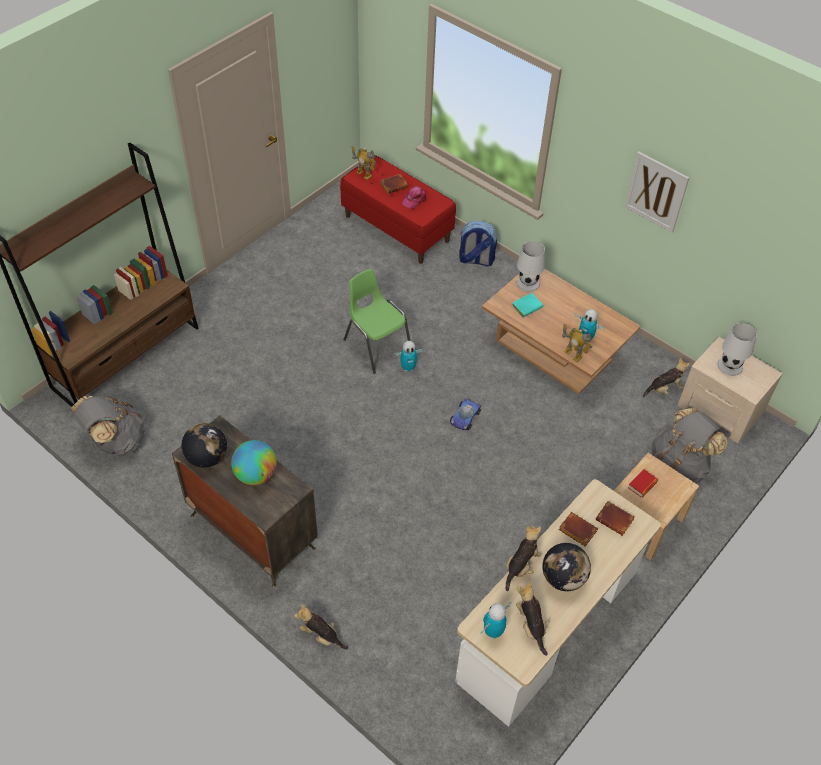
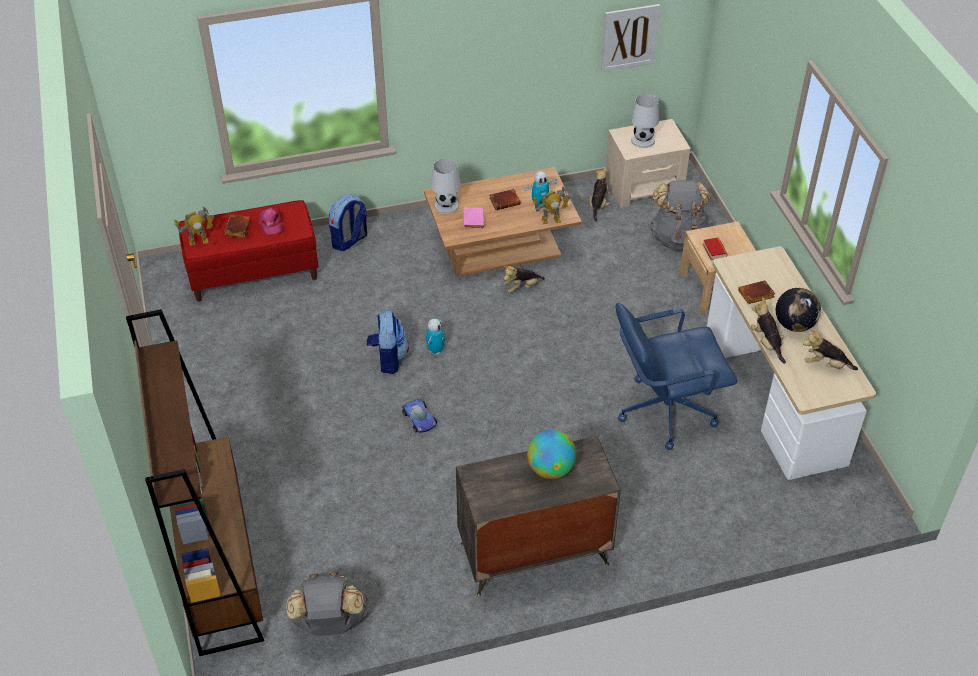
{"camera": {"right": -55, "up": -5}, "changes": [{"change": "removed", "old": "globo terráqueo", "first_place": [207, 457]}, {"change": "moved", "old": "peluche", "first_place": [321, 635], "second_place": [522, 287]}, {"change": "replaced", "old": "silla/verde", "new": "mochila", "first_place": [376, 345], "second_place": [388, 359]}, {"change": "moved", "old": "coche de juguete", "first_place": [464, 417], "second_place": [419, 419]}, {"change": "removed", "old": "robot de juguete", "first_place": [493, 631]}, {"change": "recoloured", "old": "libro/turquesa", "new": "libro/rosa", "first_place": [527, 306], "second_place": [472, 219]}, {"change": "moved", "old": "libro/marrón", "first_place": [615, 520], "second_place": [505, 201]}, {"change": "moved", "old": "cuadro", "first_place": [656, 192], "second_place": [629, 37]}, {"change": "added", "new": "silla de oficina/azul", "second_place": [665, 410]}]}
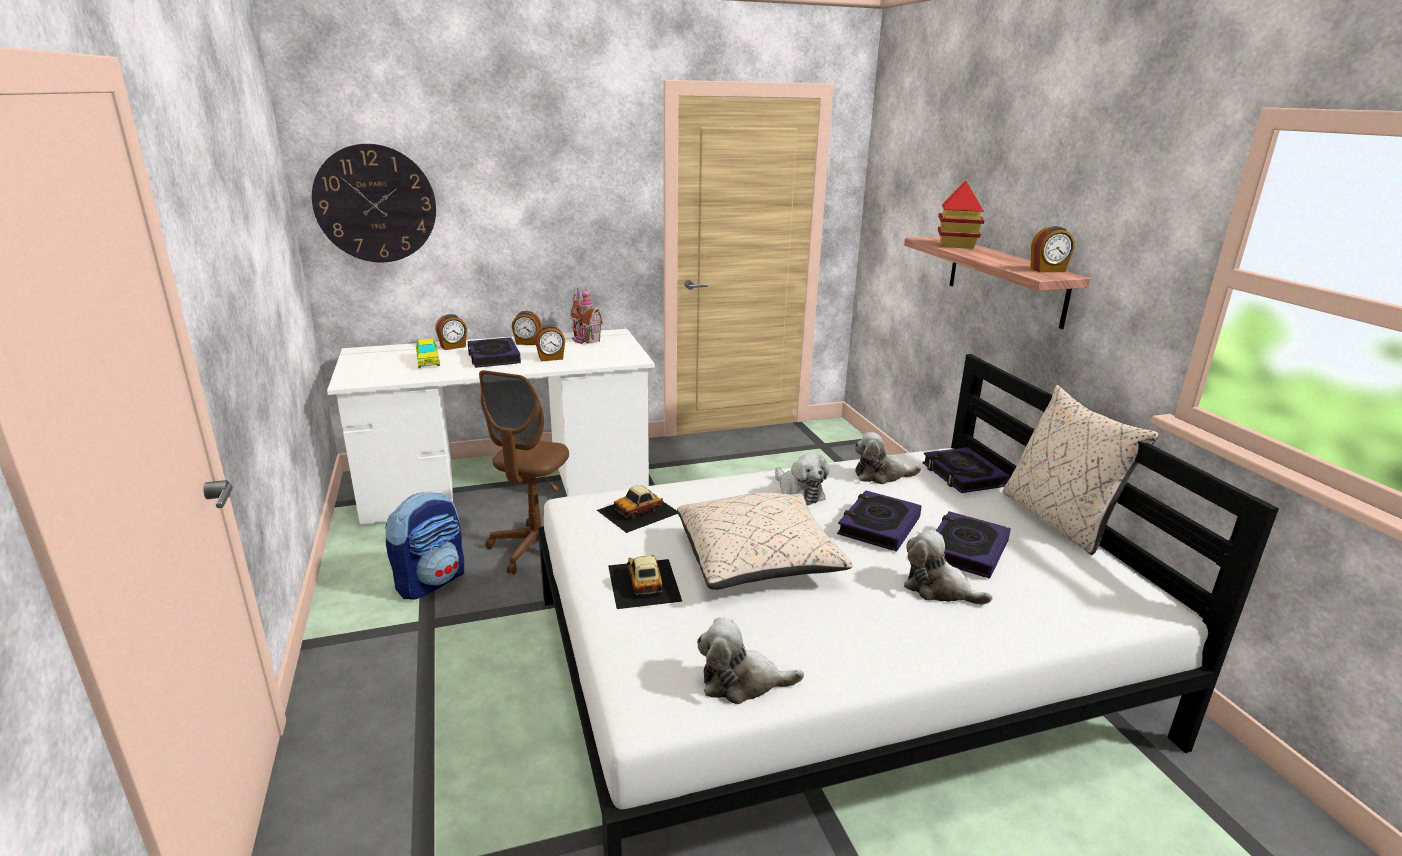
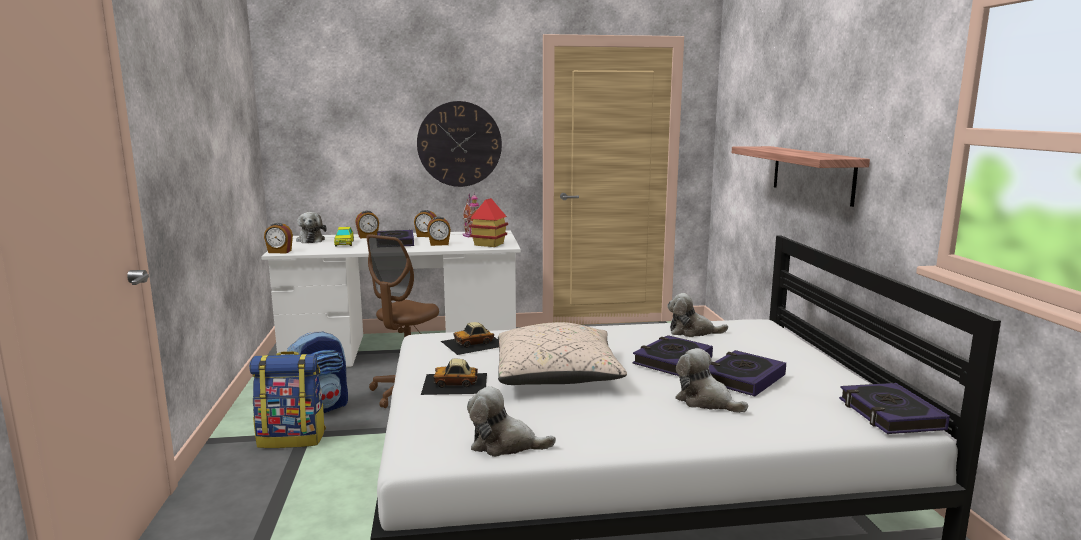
{"camera": {"right": 10, "up": -10}, "changes": [{"change": "moved", "old": "reloj de pared", "first_place": [375, 204], "second_place": [459, 144]}, {"change": "turned", "old": "coche de juguete", "first_place": [643, 583], "second_place": [455, 383], "degrees": -90}, {"change": "moved", "old": "peluche", "first_place": [799, 492], "second_place": [310, 240]}, {"change": "moved", "old": "libro", "first_place": [963, 475], "second_place": [890, 414]}, {"change": "moved", "old": "casita", "first_place": [956, 245], "second_place": [489, 244]}, {"change": "removed", "old": "cojín/beis", "first_place": [1058, 520]}, {"change": "moved", "old": "despertador", "first_place": [1048, 270], "second_place": [279, 252]}, {"change": "added", "new": "mochila", "second_place": [292, 438]}]}
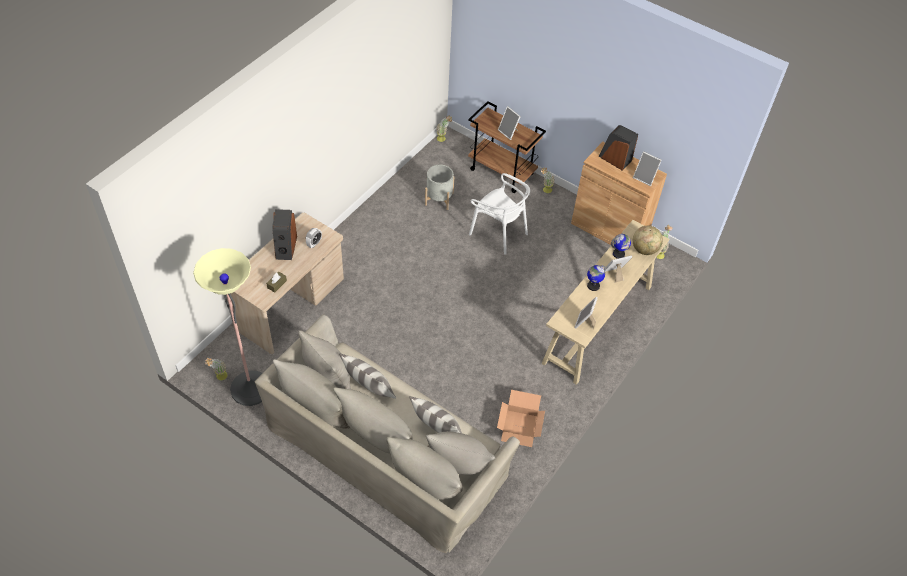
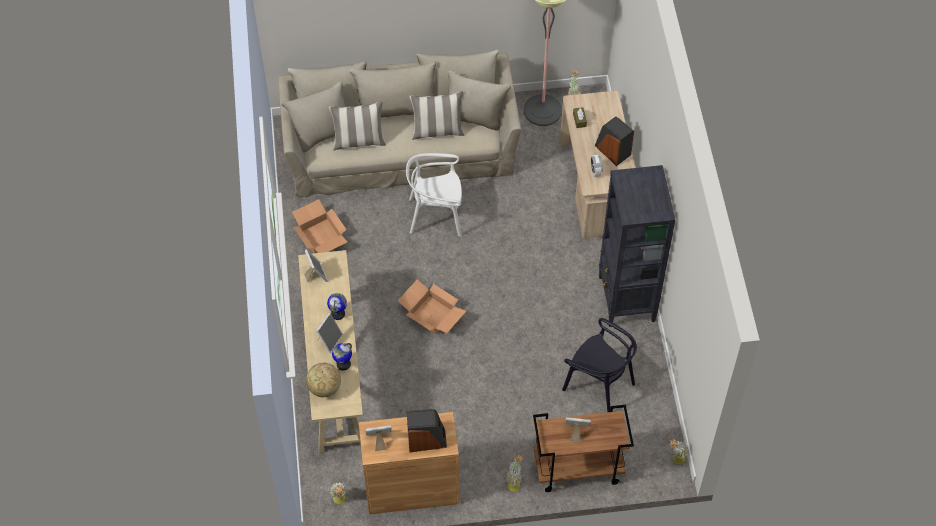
{"camera": {"right": 140, "up": 5}, "changes": [{"change": "replaced", "old": "maceta/gris", "new": "silla/negro", "first_place": [439, 199], "second_place": [599, 384]}, {"change": "moved", "old": "silla/blanco", "first_place": [498, 232], "second_place": [436, 215]}, {"change": "added", "new": "caja de cartón", "second_place": [431, 315]}, {"change": "added", "new": "estantería/negro", "second_place": [626, 300]}]}
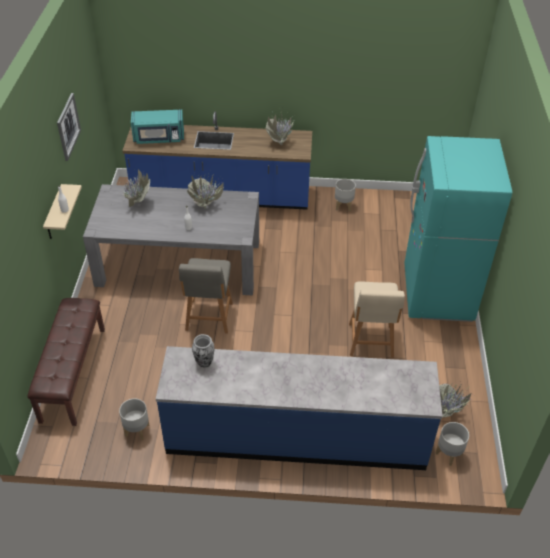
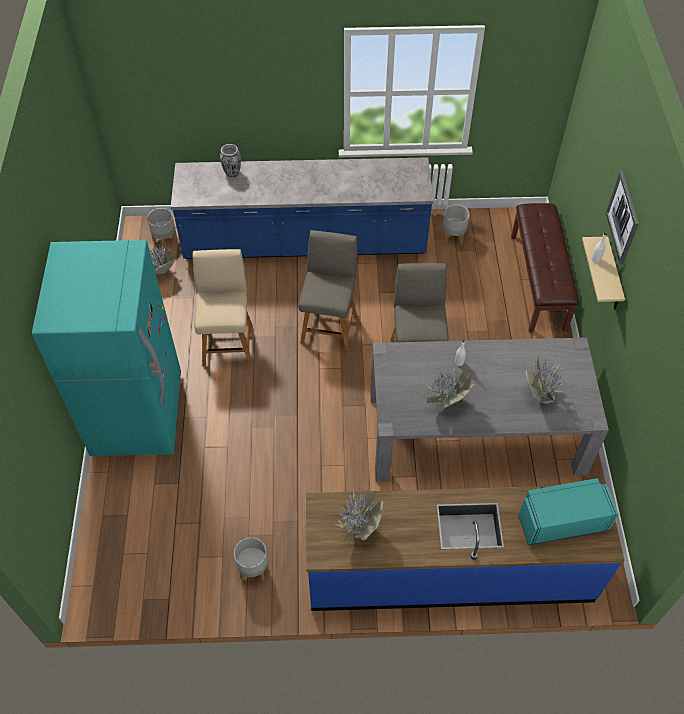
{"camera": {"right": 175, "up": 10}, "changes": [{"change": "moved", "old": "cuadro", "first_place": [68, 126], "second_place": [623, 217]}, {"change": "moved", "old": "florero", "first_place": [204, 363], "second_place": [232, 173]}, {"change": "added", "new": "silla/gris", "second_place": [329, 326]}]}
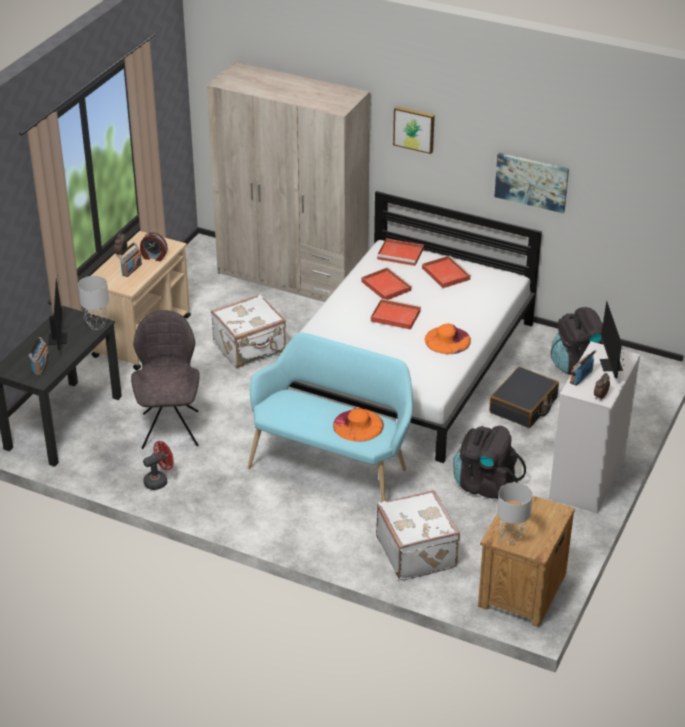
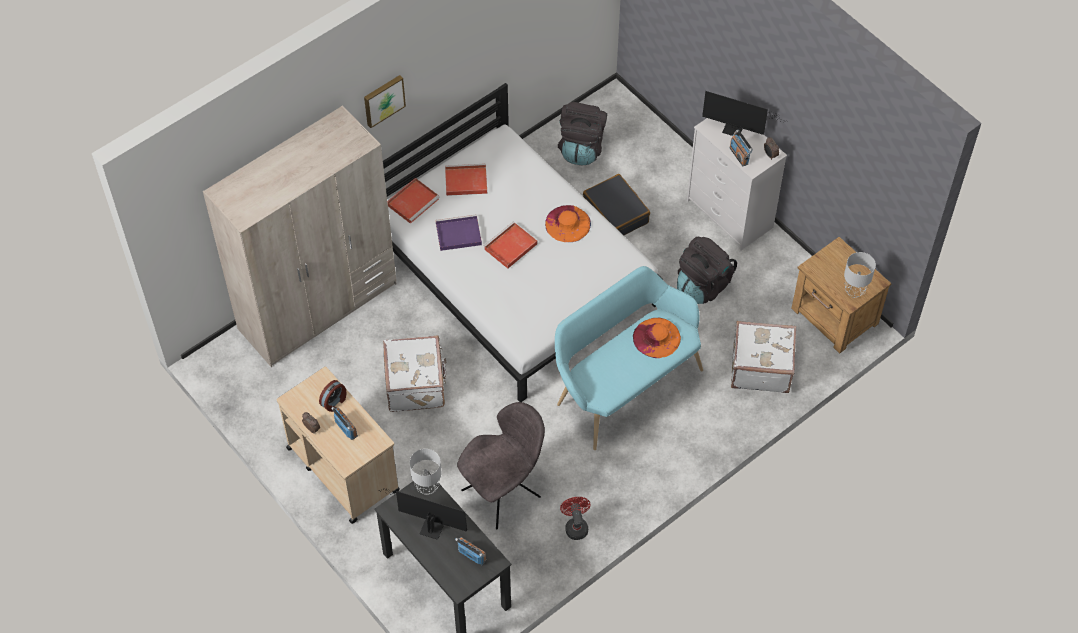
{"camera": {"right": -65, "up": 20}, "changes": [{"change": "turned", "old": "silla/gris", "first_place": [170, 428], "second_place": [503, 492], "degrees": 120}, {"change": "recoloured", "old": "bandeja/rojo", "new": "bandeja/morado", "first_place": [385, 285], "second_place": [457, 234]}, {"change": "removed", "old": "cuadro", "first_place": [531, 182]}]}
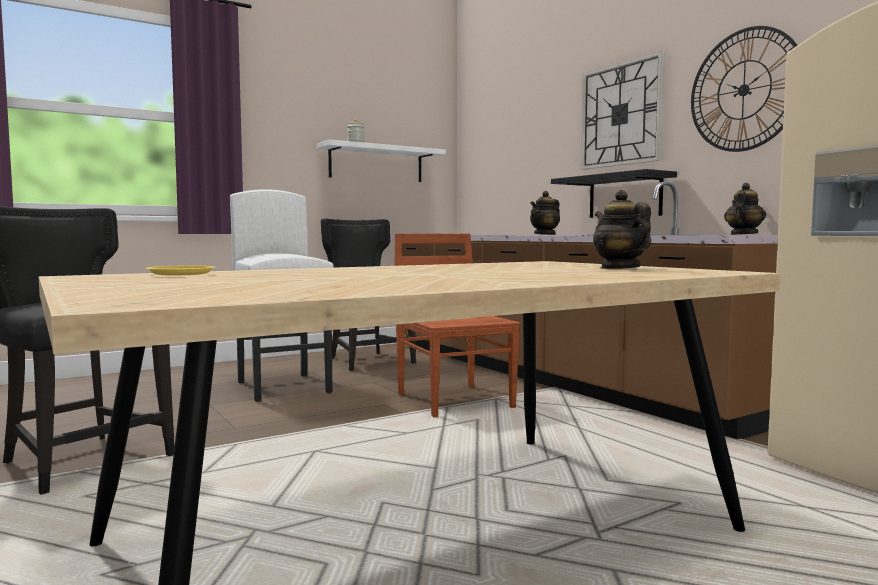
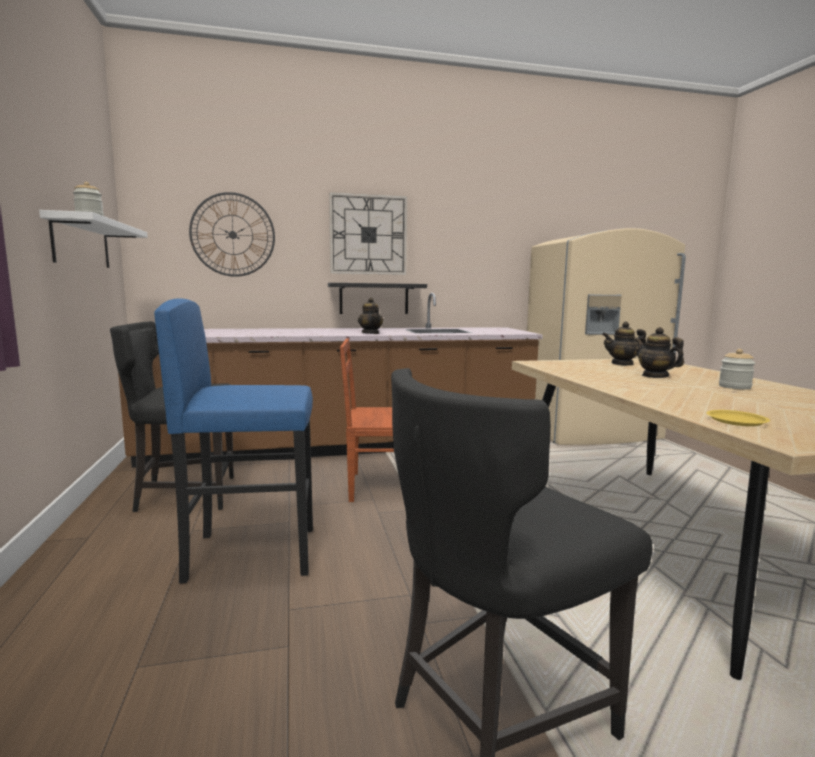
{"camera": {"right": -70, "up": 5}, "changes": [{"change": "recoloured", "old": "taburete/blanco", "new": "taburete/azul", "first_place": [284, 387], "second_place": [252, 553]}, {"change": "moved", "old": "reloj de pared", "first_place": [744, 90], "second_place": [232, 235]}, {"change": "moved", "old": "tetera", "first_place": [743, 234], "second_place": [655, 376]}, {"change": "added", "new": "tarro", "second_place": [734, 387]}]}
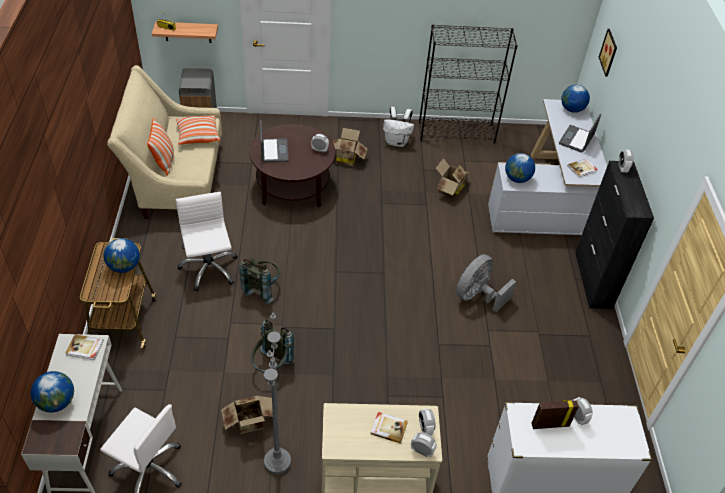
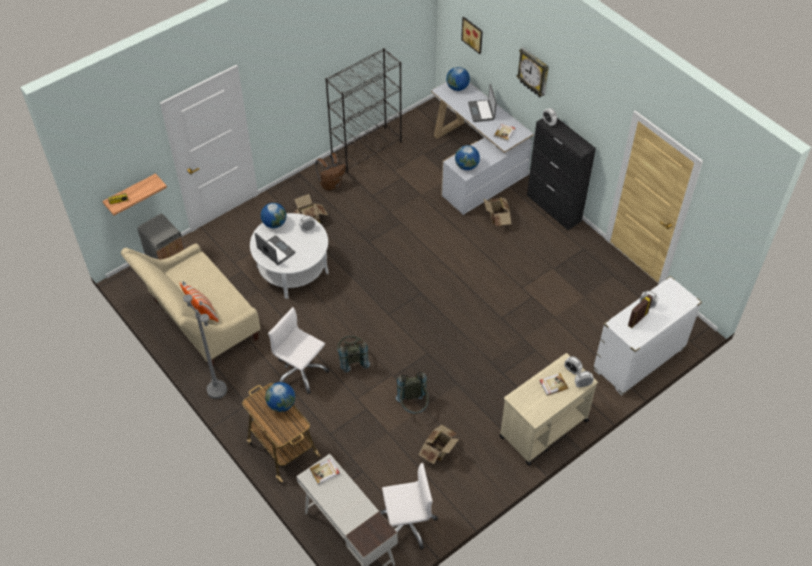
{"camera": {"right": -35, "up": 5}, "changes": [{"change": "moved", "old": "globo terráqueo", "first_place": [57, 402], "second_place": [274, 223]}, {"change": "removed", "old": "cojín", "first_place": [198, 136]}, {"change": "recoloured", "old": "mesa de centro/marrón", "new": "mesa de centro/blanco", "first_place": [293, 186], "second_place": [292, 269]}, {"change": "moved", "old": "lámpara de pie/gris", "first_place": [277, 462], "second_place": [216, 390]}, {"change": "recoloured", "old": "mochila/blanco", "new": "mochila/marrón", "first_place": [396, 142], "second_place": [331, 184]}, {"change": "moved", "old": "caja de cartón", "first_place": [449, 189], "second_place": [497, 219]}, {"change": "removed", "old": "ventilador/gris", "first_place": [477, 296]}, {"change": "added", "new": "reloj de pared", "second_place": [533, 72]}]}
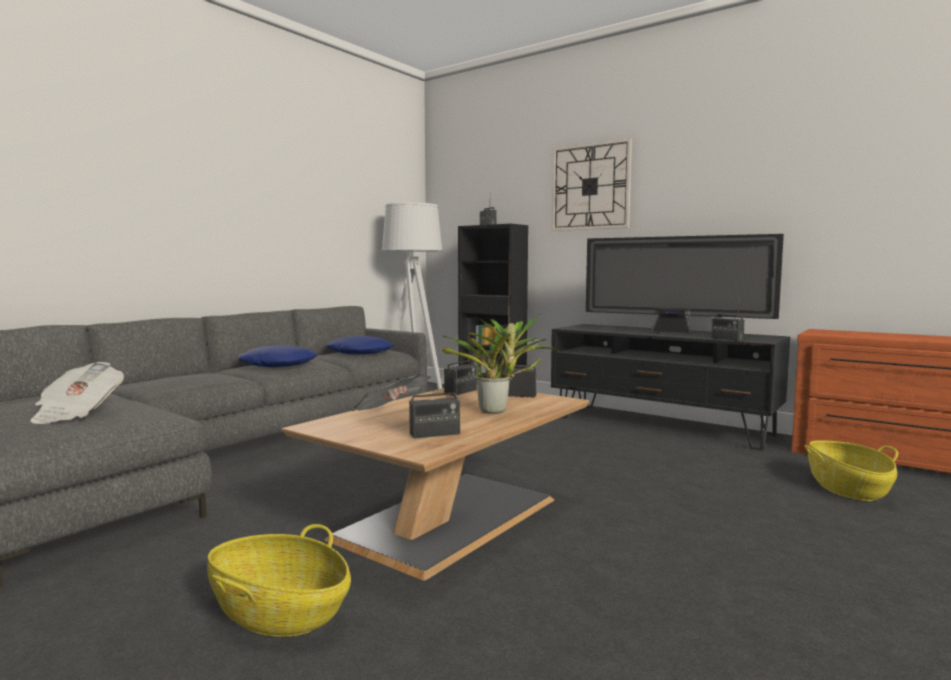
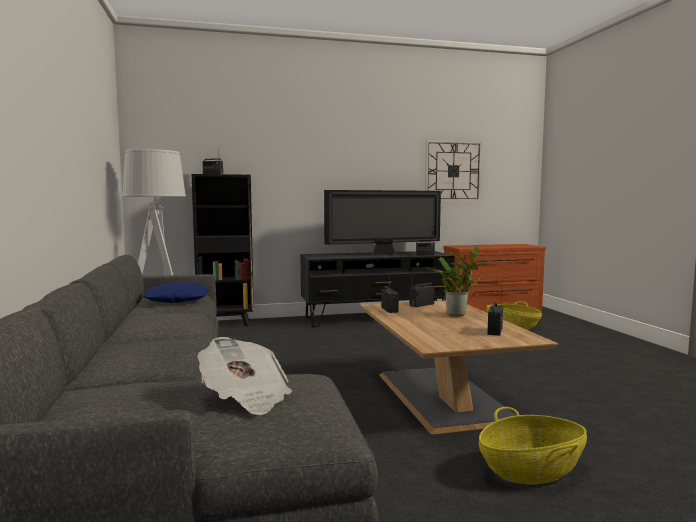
{"camera": {"right": -50, "up": 0}, "changes": [{"change": "removed", "old": "cojín/azul", "first_place": [279, 365]}, {"change": "removed", "old": "periódico", "first_place": [390, 415]}, {"change": "moved", "old": "reloj de pared", "first_place": [590, 187], "second_place": [453, 171]}]}
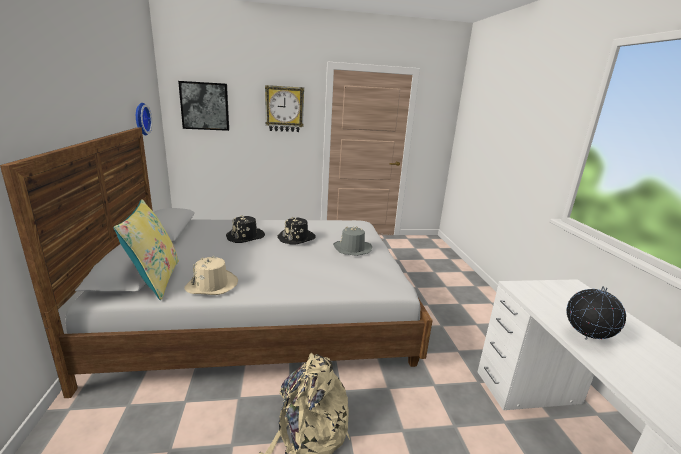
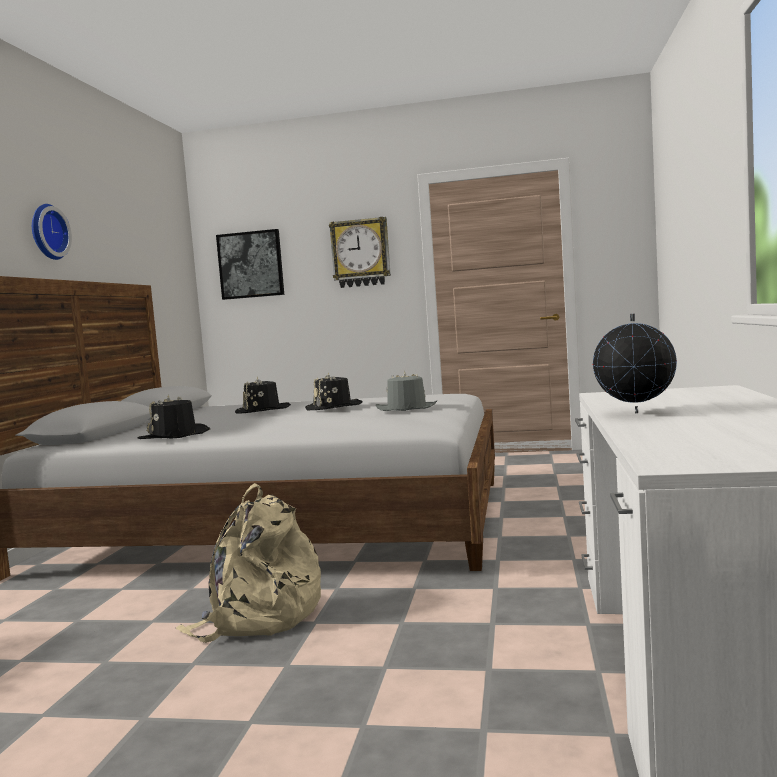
{"camera": {"right": 20, "up": -15}, "changes": [{"change": "removed", "old": "cojín/amarillo", "first_place": [155, 280]}, {"change": "moved", "old": "reloj de pared", "first_place": [140, 119], "second_place": [47, 232]}, {"change": "recoloured", "old": "sombrero/beis", "new": "sombrero/negro", "first_place": [212, 285], "second_place": [175, 436]}]}
